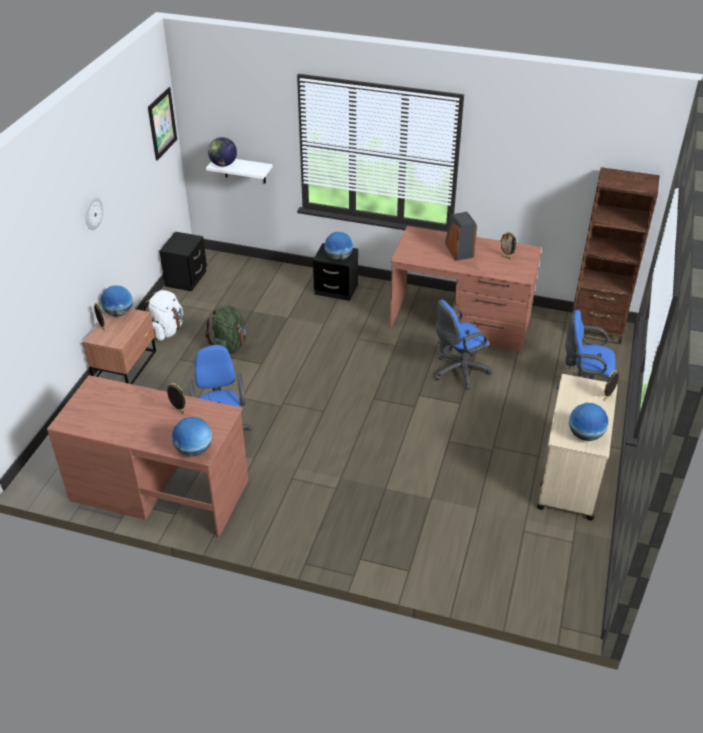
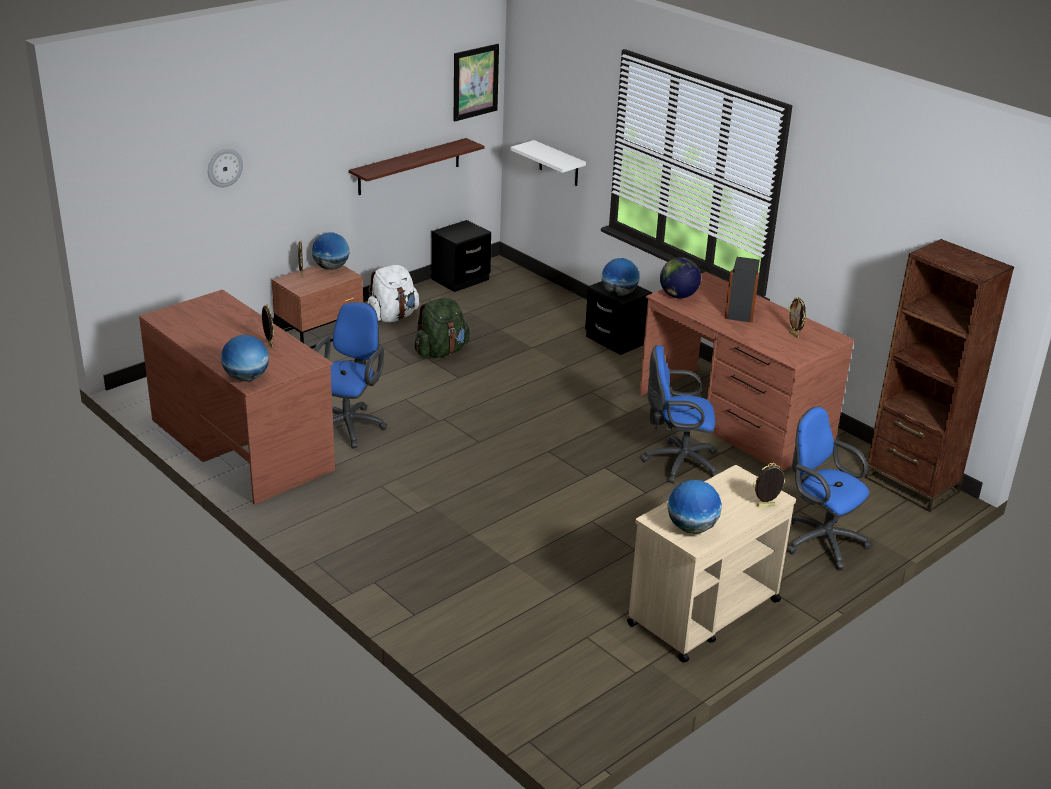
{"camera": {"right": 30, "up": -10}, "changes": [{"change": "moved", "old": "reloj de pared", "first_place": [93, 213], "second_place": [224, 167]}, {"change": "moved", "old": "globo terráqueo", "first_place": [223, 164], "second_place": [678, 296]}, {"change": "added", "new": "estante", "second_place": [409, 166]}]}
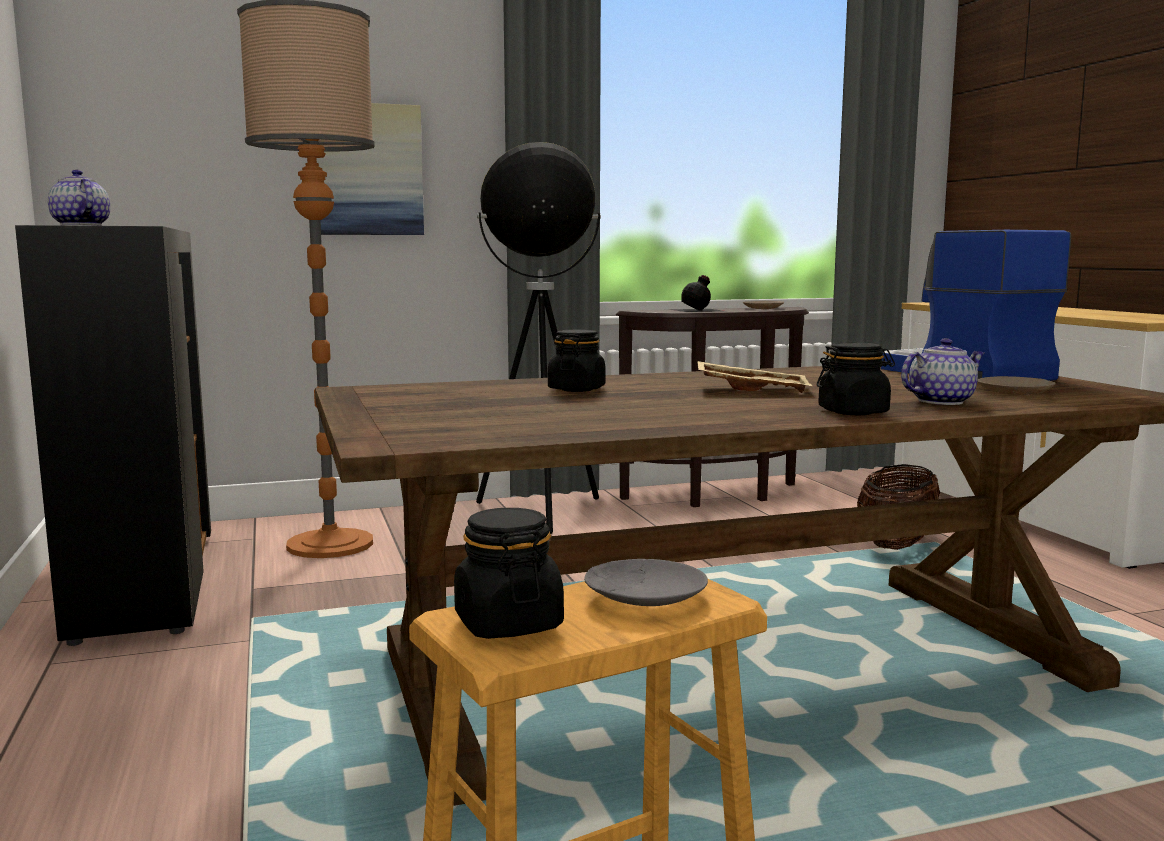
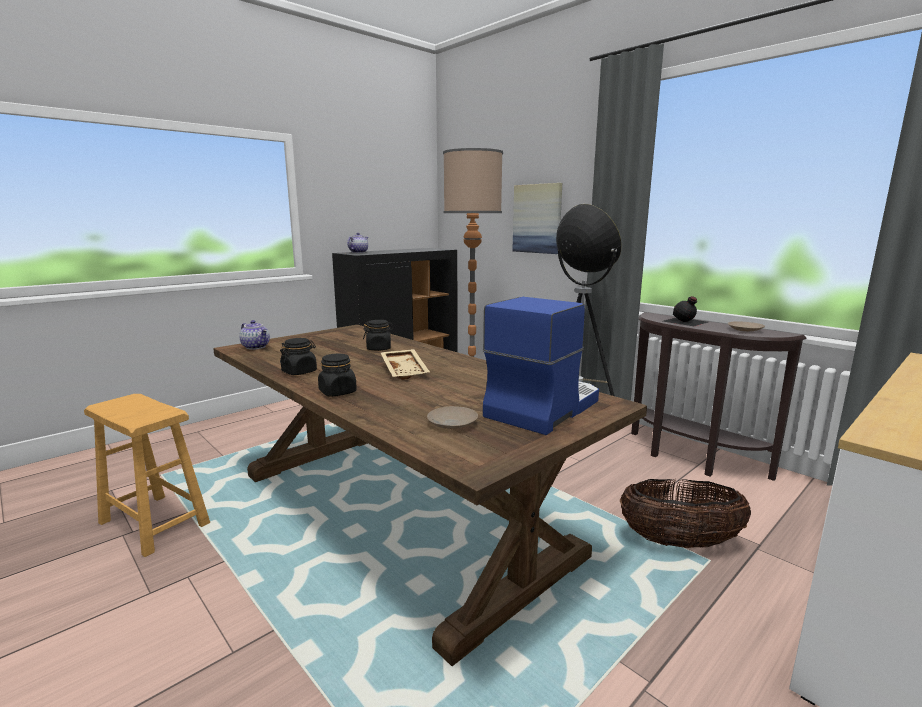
{"camera": {"right": 65, "up": 5}, "changes": [{"change": "moved", "old": "tarro/negro", "first_place": [508, 623], "second_place": [299, 372]}, {"change": "removed", "old": "plato/gris", "first_place": [644, 596]}, {"change": "moved", "old": "tetera", "first_place": [940, 401], "second_place": [256, 347]}]}
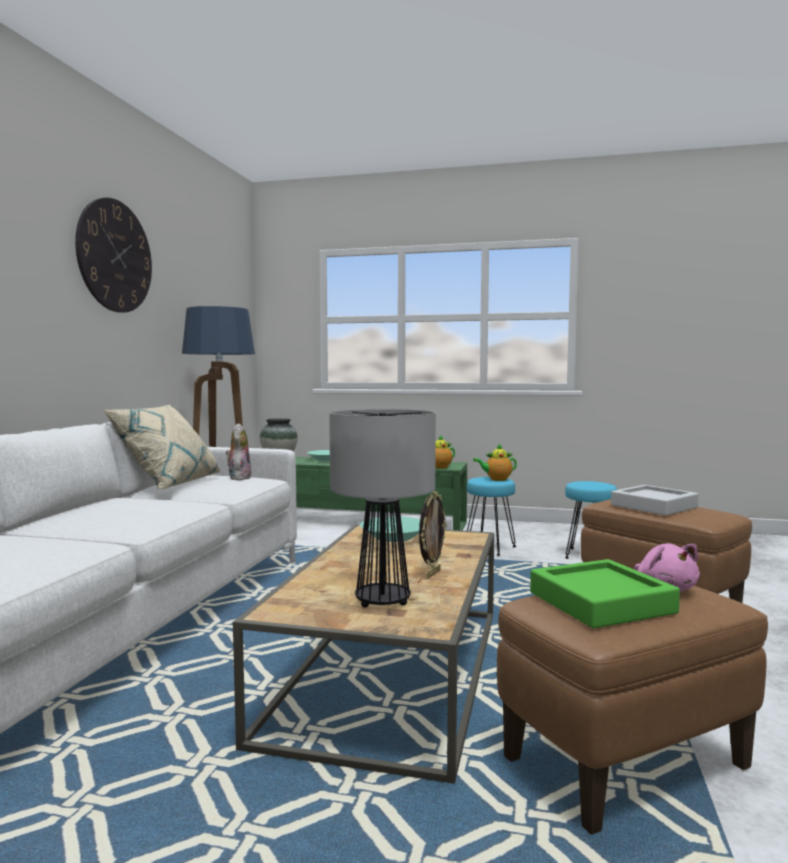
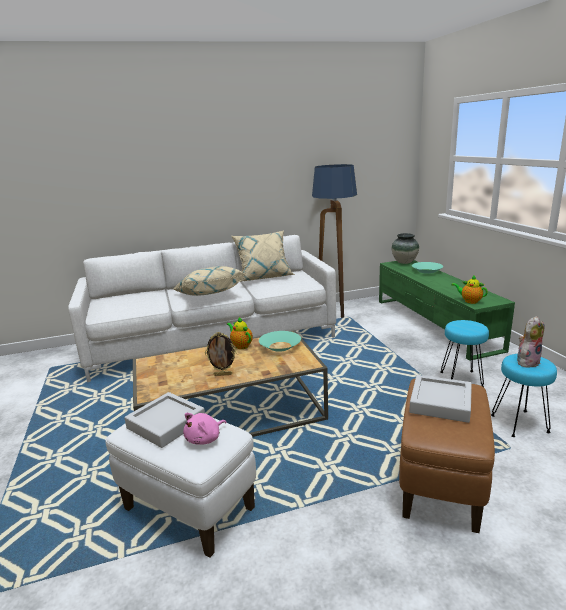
{"camera": {"right": 60, "up": 15}, "changes": [{"change": "removed", "old": "reloj de pared", "first_place": [115, 256]}, {"change": "moved", "old": "peluche", "first_place": [238, 478], "second_place": [527, 361]}, {"change": "removed", "old": "lámpara de mesa", "first_place": [383, 601]}, {"change": "moved", "old": "tetera", "first_place": [496, 479], "second_place": [241, 345]}, {"change": "recoloured", "old": "puf/marrón", "new": "puf/blanco", "first_place": [626, 762], "second_place": [189, 508]}, {"change": "recoloured", "old": "bandeja/verde", "new": "bandeja/gris", "first_place": [601, 602], "second_place": [166, 424]}, {"change": "added", "new": "cojín/beis", "second_place": [209, 295]}]}
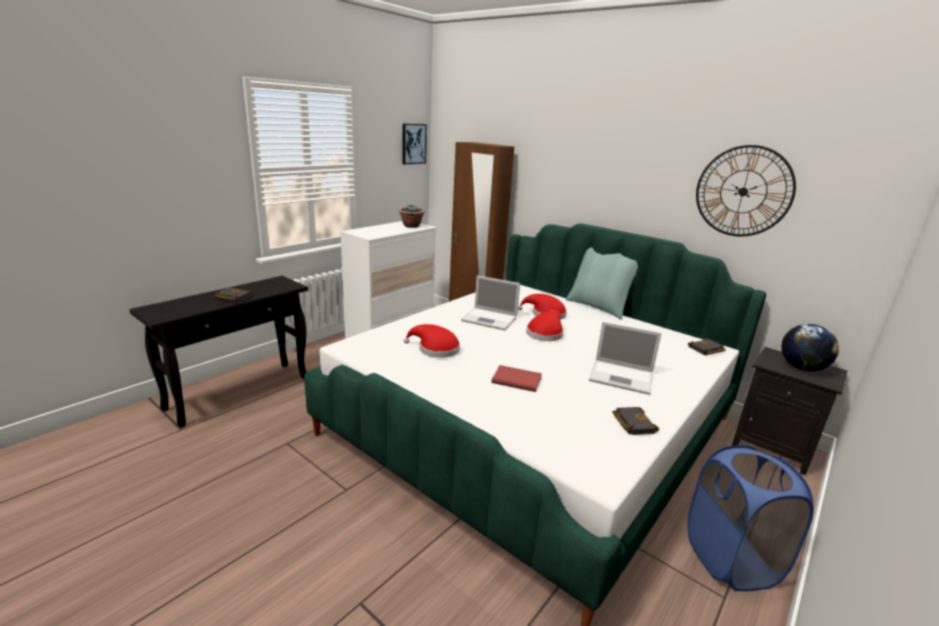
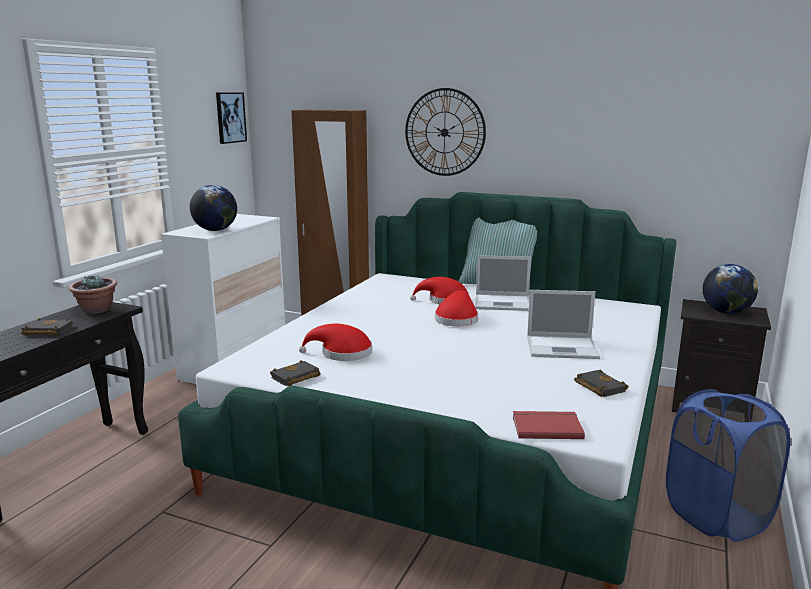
{"camera": {"right": -15, "up": -5}, "changes": [{"change": "moved", "old": "planta en maceta", "first_place": [411, 226], "second_place": [96, 310]}, {"change": "moved", "old": "portátil", "first_place": [490, 319], "second_place": [504, 303]}, {"change": "moved", "old": "libro/rojo", "first_place": [516, 379], "second_place": [546, 427]}, {"change": "moved", "old": "libro/negro", "first_place": [706, 350], "second_place": [295, 378]}, {"change": "moved", "old": "reloj de pared", "first_place": [743, 191], "second_place": [444, 132]}, {"change": "added", "new": "globo terráqueo", "second_place": [215, 230]}]}
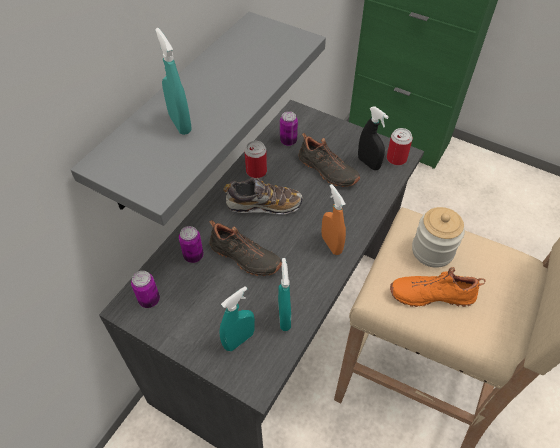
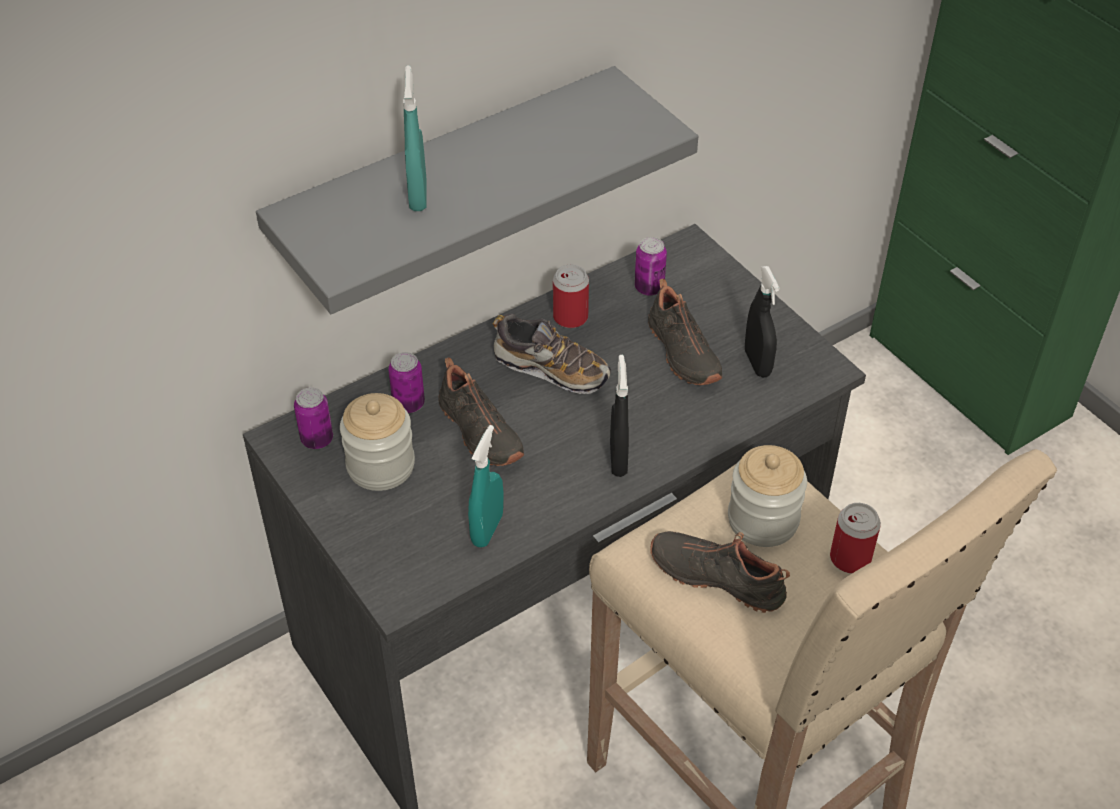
{"camera": {"right": 25, "up": -5}, "changes": [{"change": "removed", "old": "pulverizador/turquesa", "first_place": [239, 340]}, {"change": "recoloured", "old": "pulverizador/naranja", "new": "pulverizador/negro", "first_place": [331, 244], "second_place": [618, 459]}, {"change": "moved", "old": "lata", "first_place": [396, 159], "second_place": [850, 558]}, {"change": "recoloured", "old": "zapato/naranja", "new": "zapato/negro", "first_place": [431, 293], "second_place": [718, 576]}, {"change": "added", "new": "tarro", "second_place": [380, 466]}]}
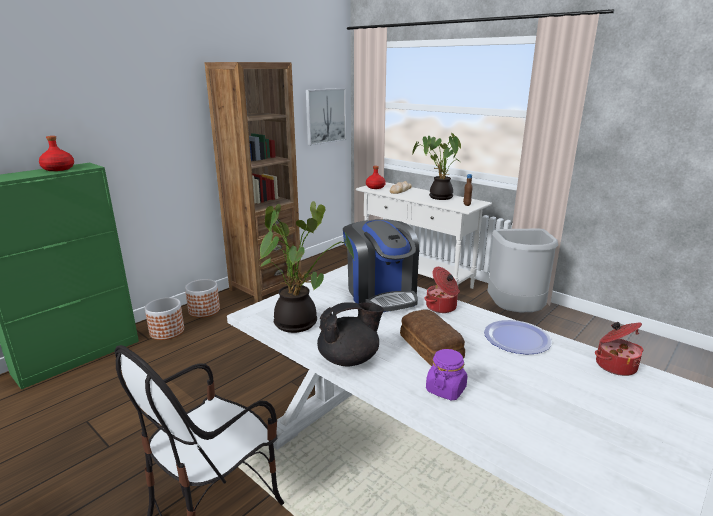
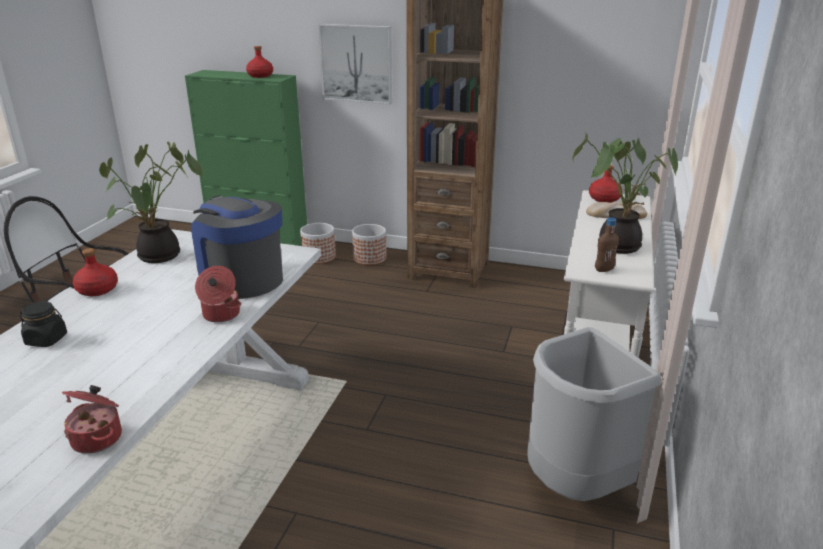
{"camera": {"right": 65, "up": 5}, "changes": [{"change": "moved", "old": "cuadro", "first_place": [325, 116], "second_place": [356, 63]}, {"change": "replaced", "old": "tetera/negro", "new": "botella/rojo", "first_place": [349, 359], "second_place": [97, 290]}, {"change": "turned", "old": "cafetera", "first_place": [381, 294], "second_place": [241, 278], "degrees": 90}, {"change": "removed", "old": "pan", "first_place": [430, 348]}, {"change": "recoloured", "old": "tarro/morado", "new": "tarro/negro", "first_place": [446, 389], "second_place": [47, 339]}, {"change": "removed", "old": "plato", "first_place": [517, 338]}]}
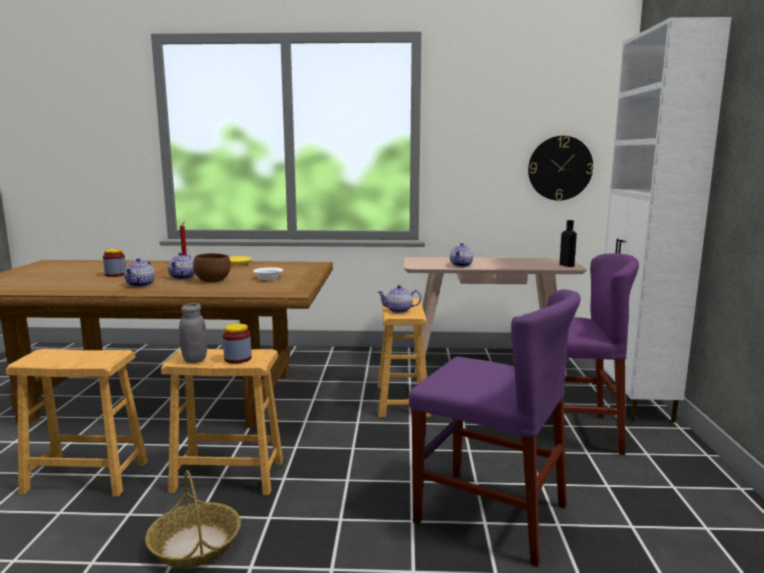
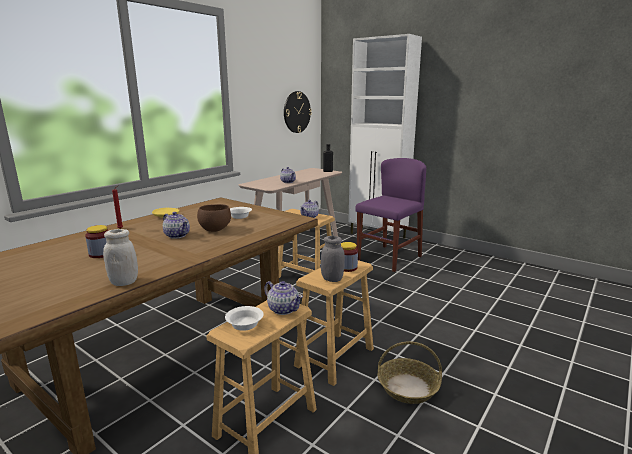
{"camera": {"right": -55, "up": 5}, "changes": [{"change": "moved", "old": "tetera", "first_place": [141, 285], "second_place": [283, 309]}, {"change": "removed", "old": "silla/morado", "first_place": [490, 513]}, {"change": "added", "new": "tarro/blanco", "second_place": [124, 282]}, {"change": "added", "new": "cuenco/blanco", "second_place": [244, 325]}]}
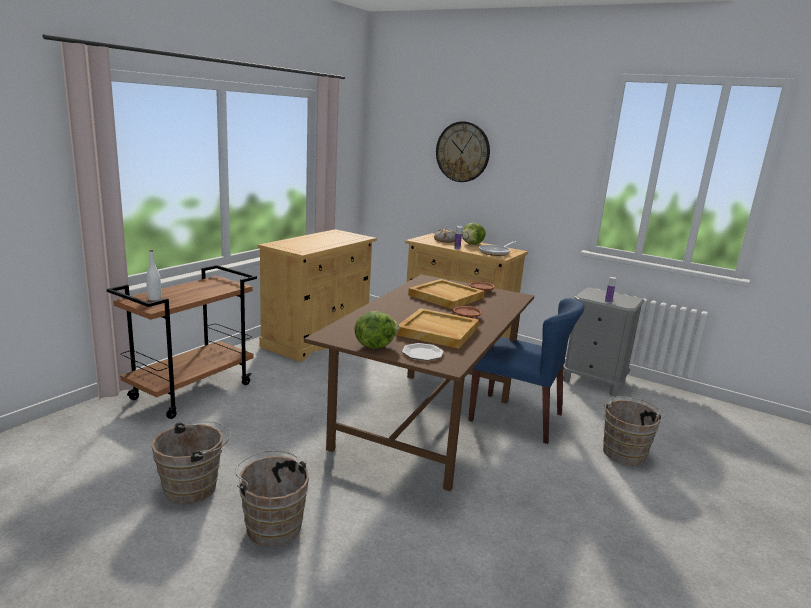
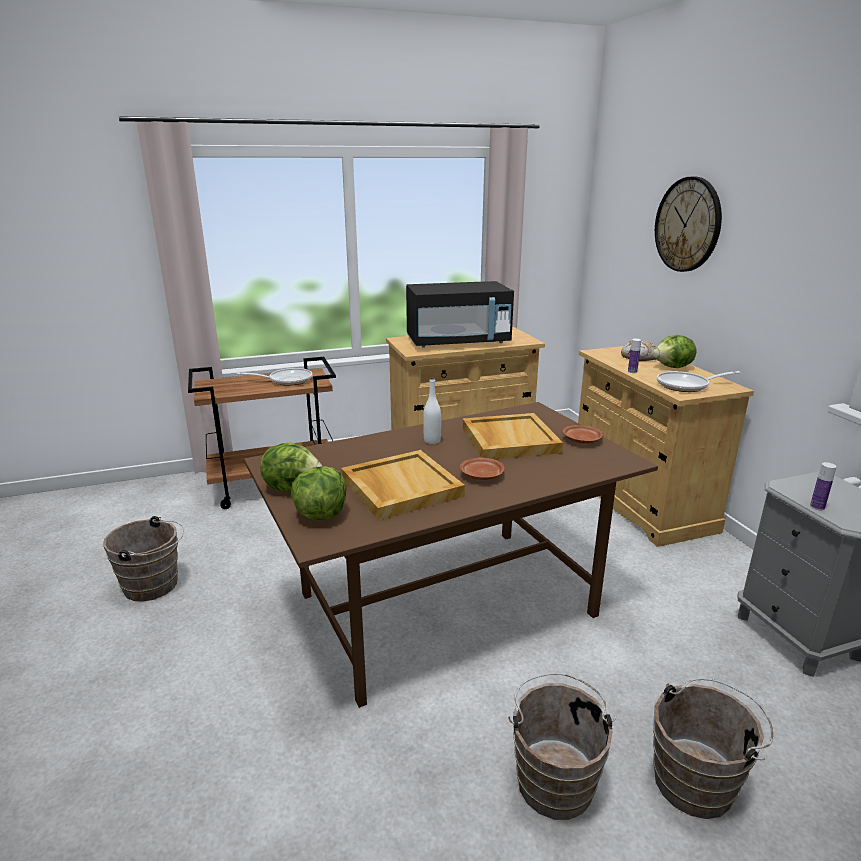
{"camera": {"right": 40, "up": 5}, "changes": [{"change": "moved", "old": "botella/blanco", "first_place": [154, 298], "second_place": [432, 441]}, {"change": "moved", "old": "cubo/marrón", "first_place": [272, 525], "second_place": [554, 778]}, {"change": "replaced", "old": "plato", "new": "lechuga", "first_place": [422, 354], "second_place": [321, 514]}, {"change": "removed", "old": "silla/azul", "first_place": [517, 417]}, {"change": "added", "new": "sartén", "second_place": [286, 380]}, {"change": "added", "new": "microondas/negro", "second_place": [458, 342]}]}
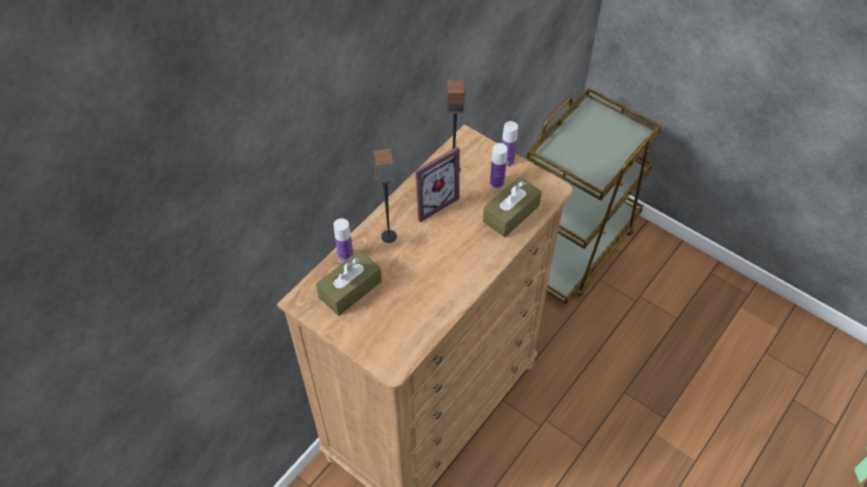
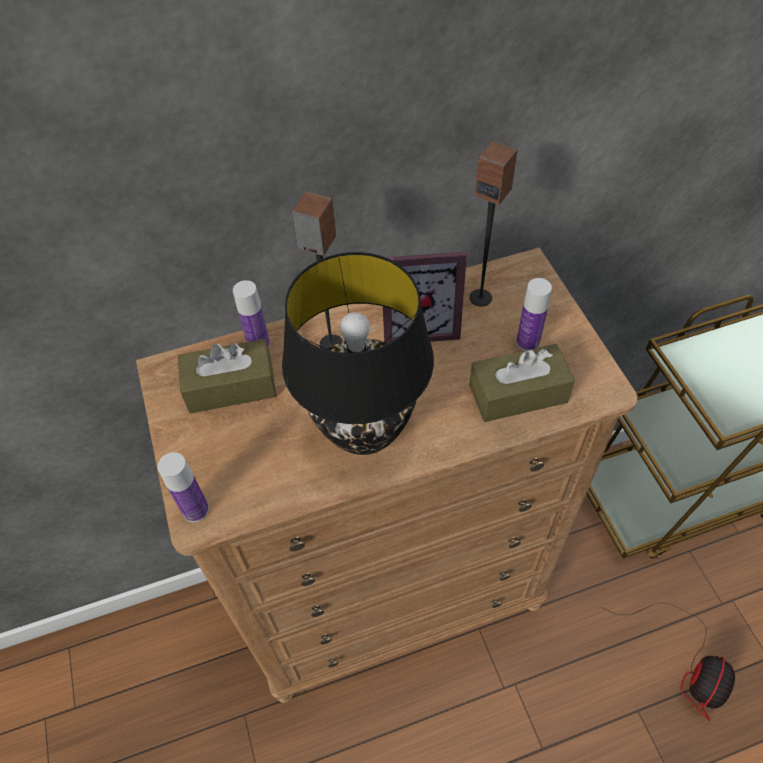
{"camera": {"right": 35, "up": 0}, "changes": [{"change": "moved", "old": "botella", "first_place": [507, 161], "second_place": [195, 510]}, {"change": "added", "new": "lámpara de mesa/negro", "second_place": [365, 431]}, {"change": "added", "new": "ventilador", "second_place": [686, 664]}]}
